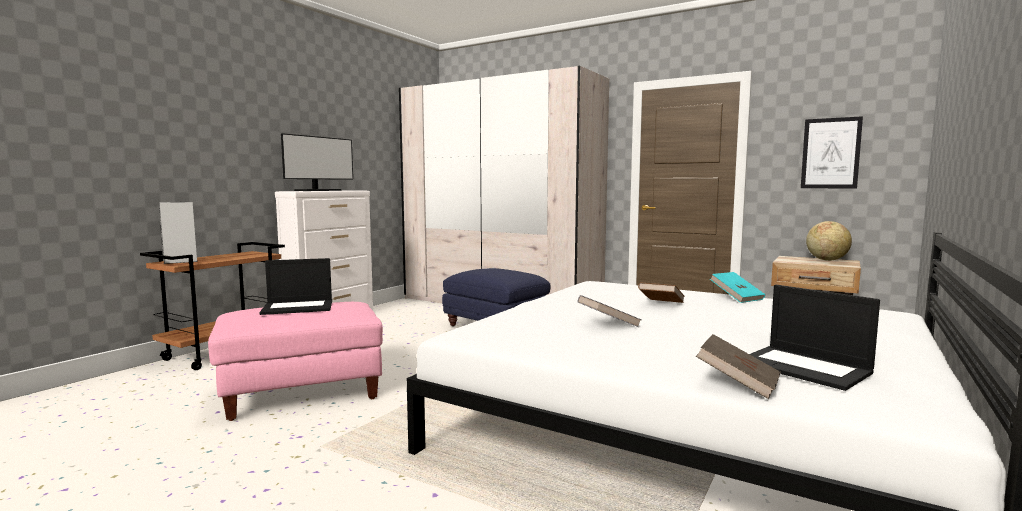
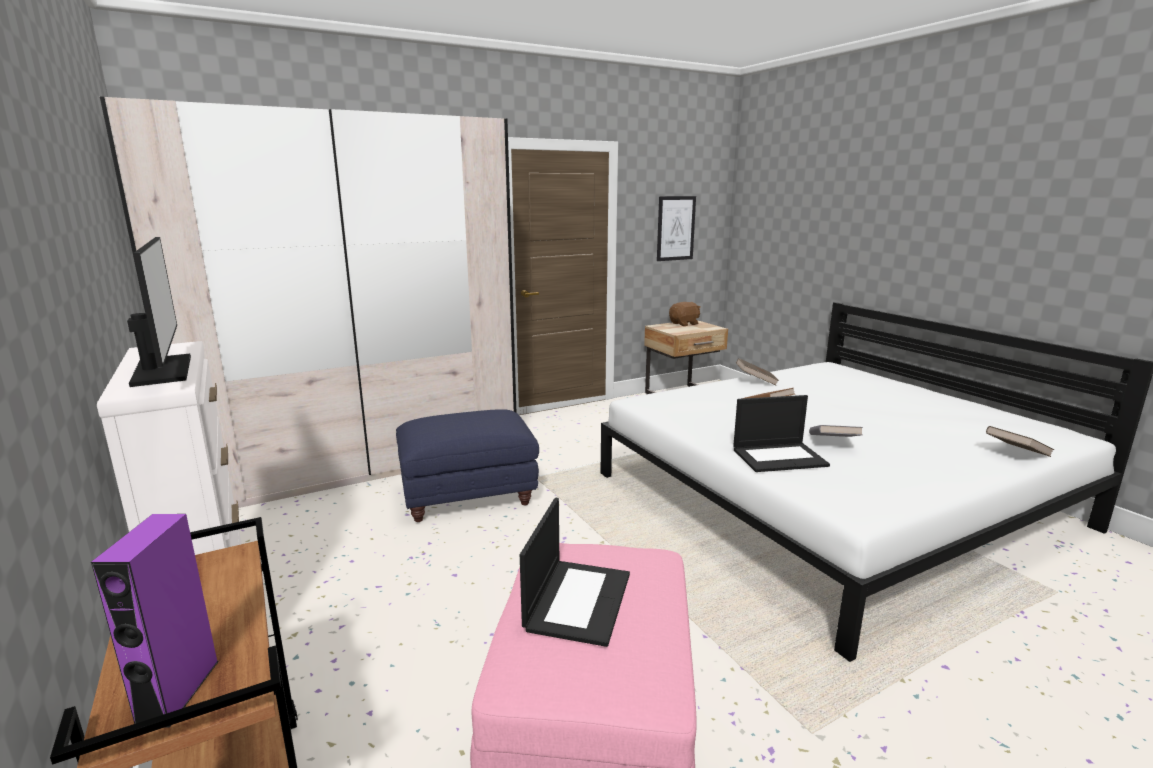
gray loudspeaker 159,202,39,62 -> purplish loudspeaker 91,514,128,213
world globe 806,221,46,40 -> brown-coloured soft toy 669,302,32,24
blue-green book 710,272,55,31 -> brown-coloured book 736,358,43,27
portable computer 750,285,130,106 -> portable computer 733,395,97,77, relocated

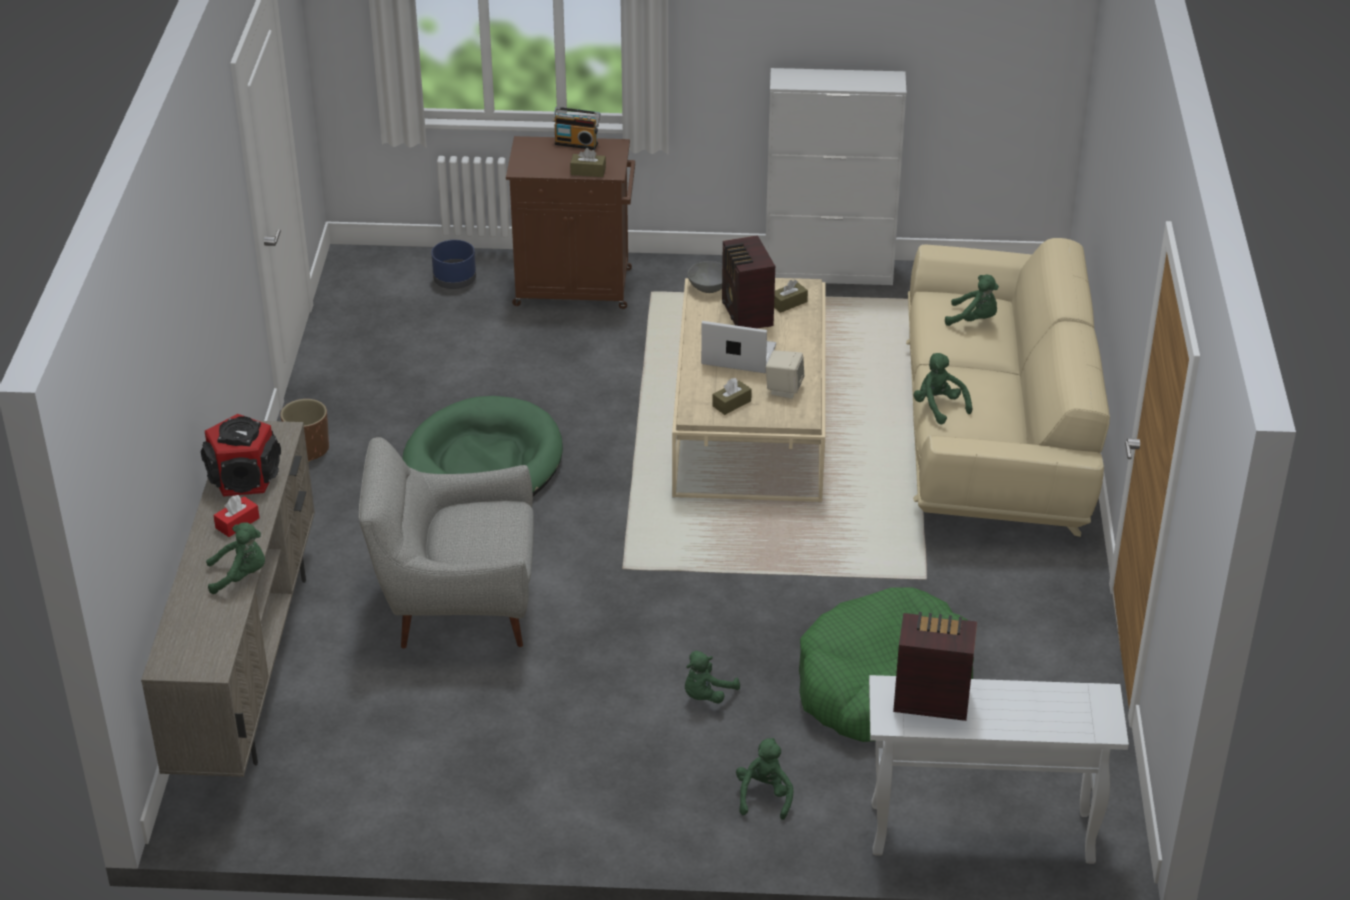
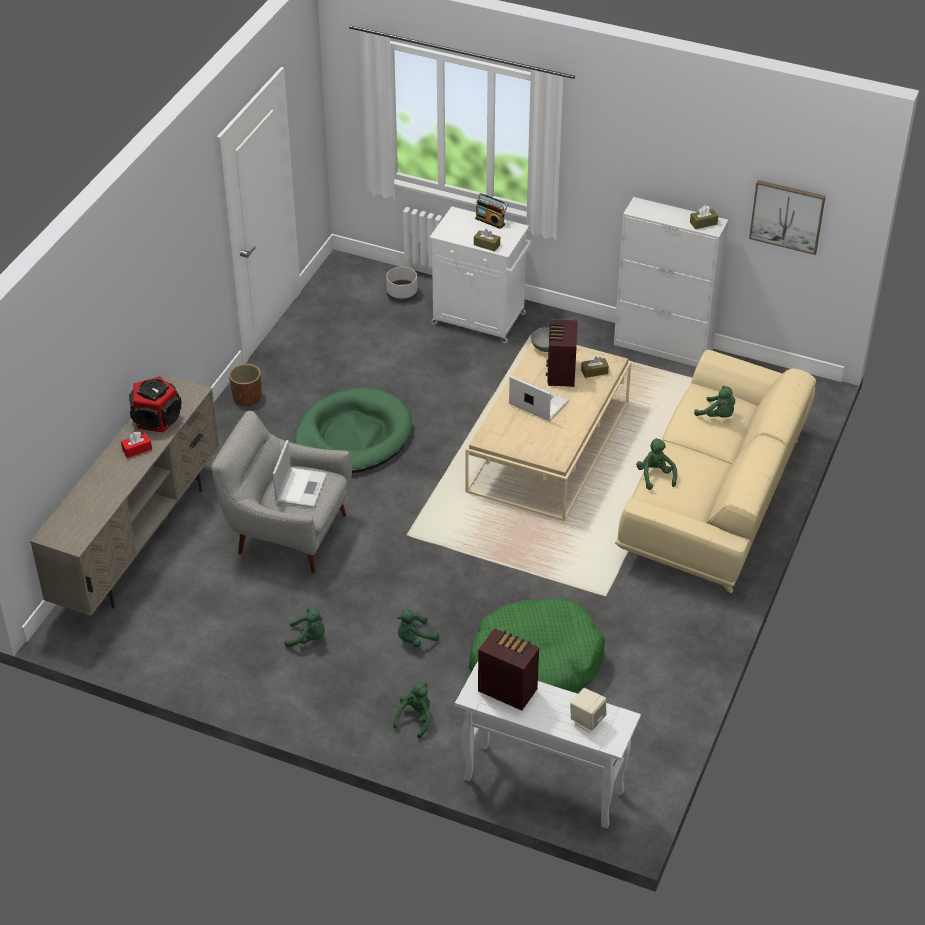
brown-coloured cupboard 506,136,129,173 -> white cupboard 429,207,103,137
blue-coloured planter 431,240,45,49 -> gray planter 386,267,31,36
sand-coloured loudspeaker 766,350,38,49 -> sand-coloured loudspeaker 570,688,36,44, relocated
brown-coloured tissue box 712,378,40,37 -> brown-coloured tissue box 690,205,28,24, relocated
green soft toy 206,522,59,72 -> green soft toy 285,608,40,39, relocated
none -> wall art 749,180,77,75
none -> portable computer 273,440,54,68

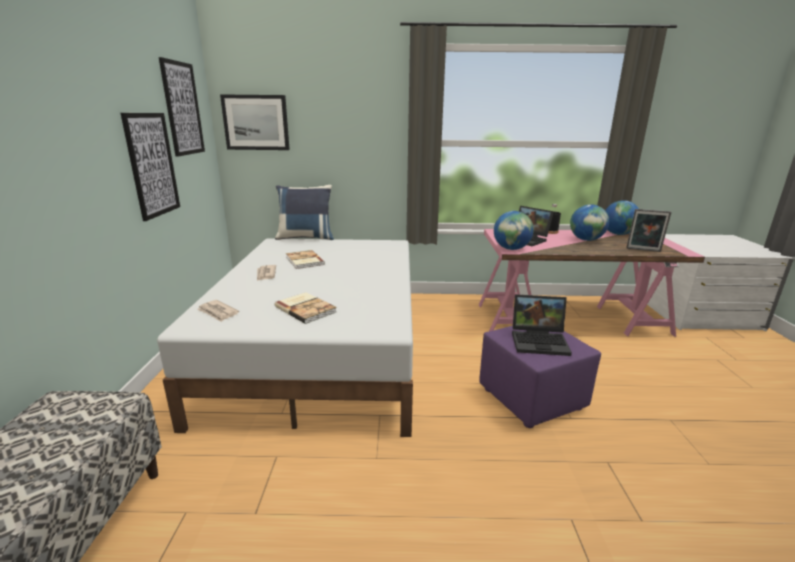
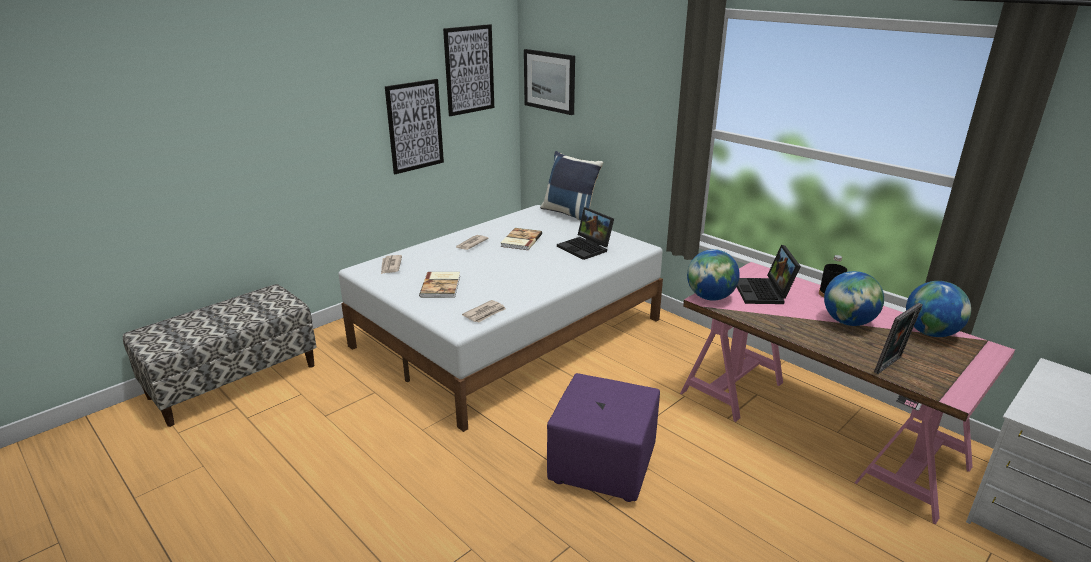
standing frame 626,209,45,43 -> standing frame 874,303,49,71, 105 degrees counterclockwise
portable computer 512,294,60,62 -> portable computer 557,207,57,53, relocated
none -> newspaper 462,300,44,23

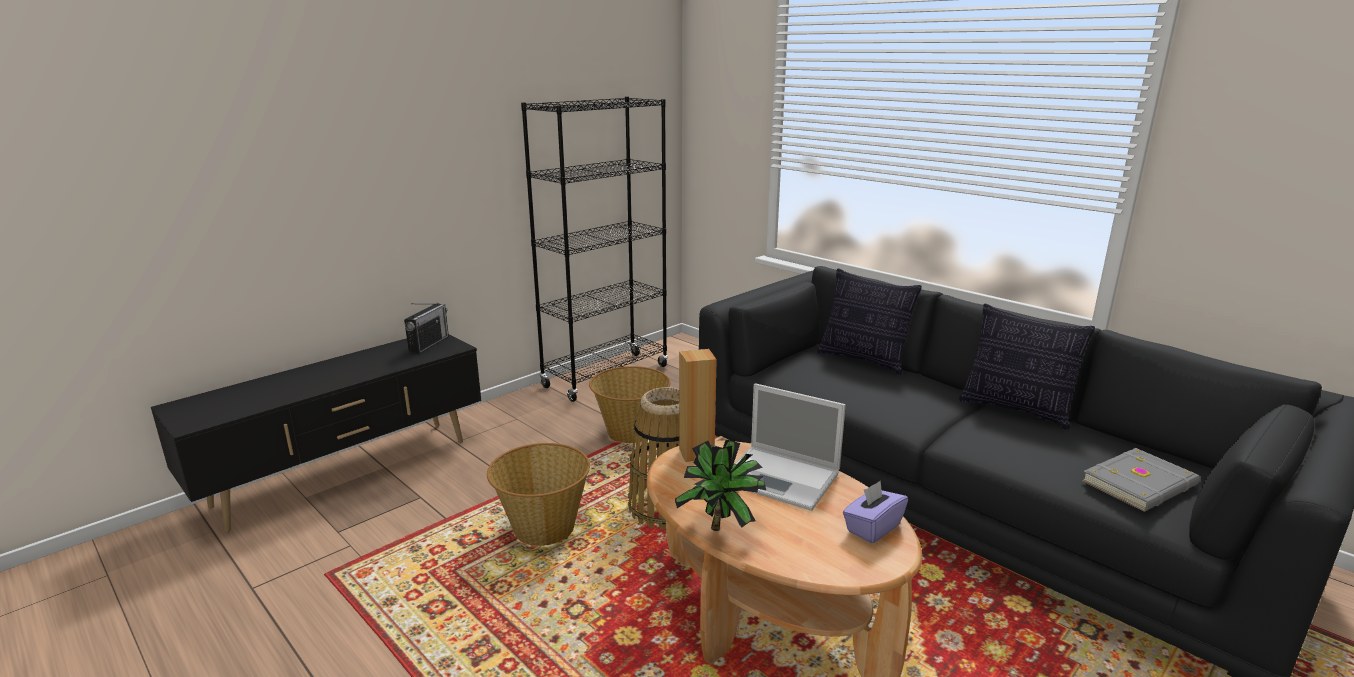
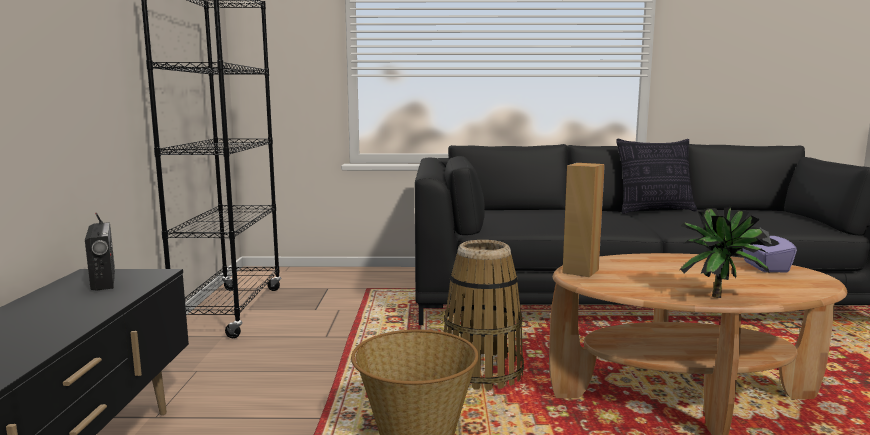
throw pillow 817,268,105,107 -> none
storage basket 589,366,81,77 -> none
portable computer 735,383,111,128 -> none
gray book 1082,448,118,64 -> none

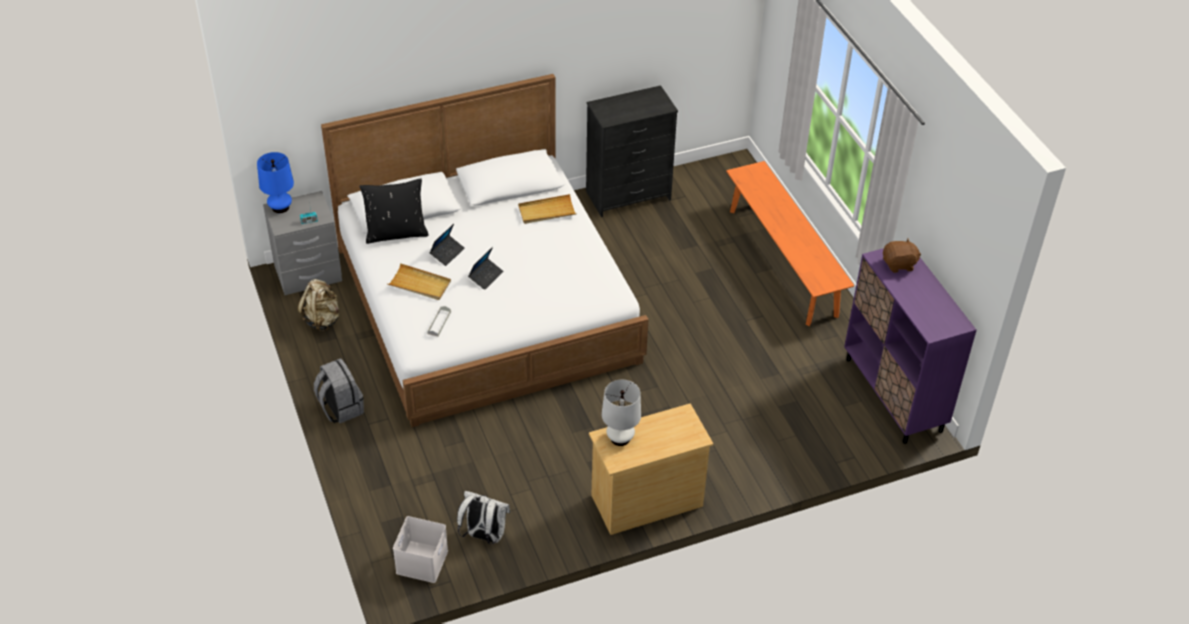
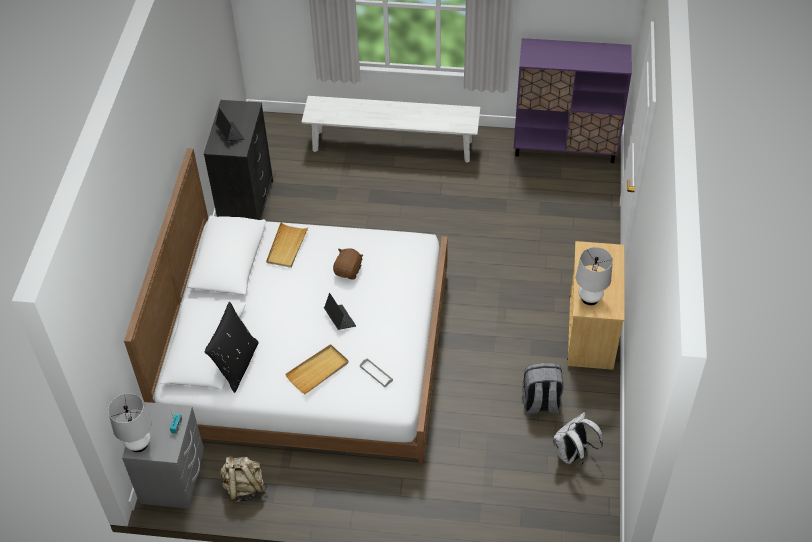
blue-coloured tabletop lamp 257,152,37,61 -> white tabletop lamp 108,393,43,59
orange long seat 726,161,128,165 -> white long seat 301,96,179,66
portable computer 429,224,36,42 -> portable computer 215,108,29,33, relocated
brown-coloured soft toy 883,238,38,35 -> brown-coloured soft toy 333,248,30,31, relocated
gray backpack 314,358,50,65 -> gray backpack 522,363,42,52, relocated
white storage bin 393,516,55,67 -> none

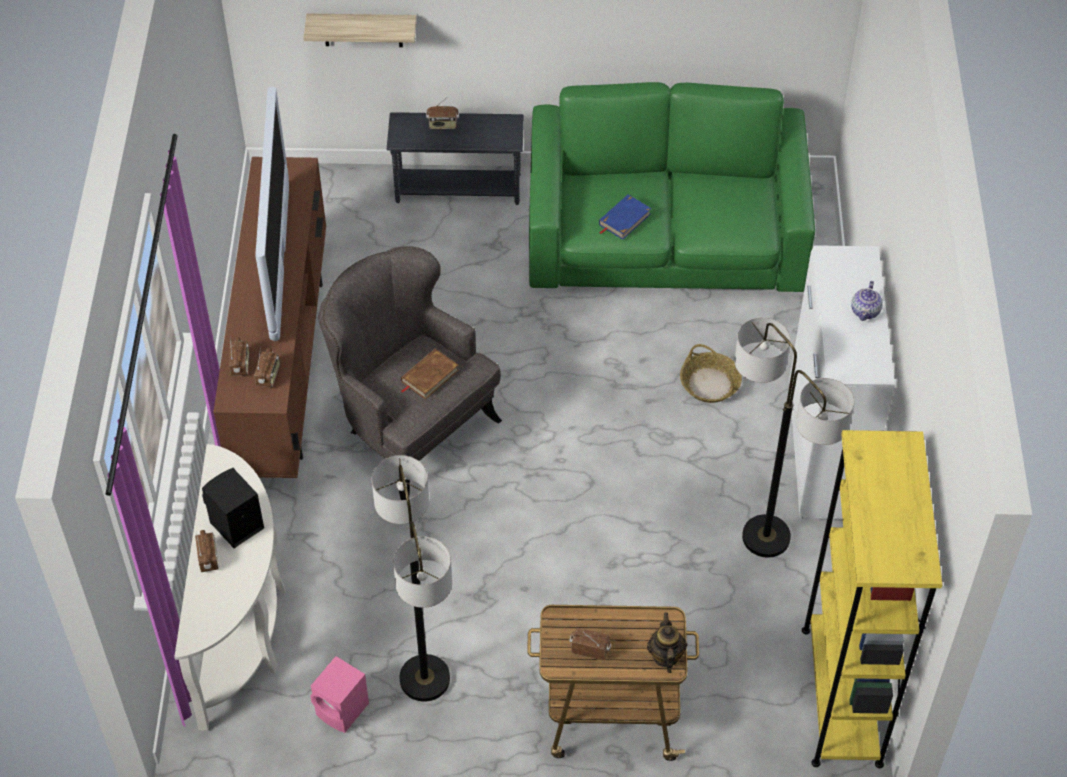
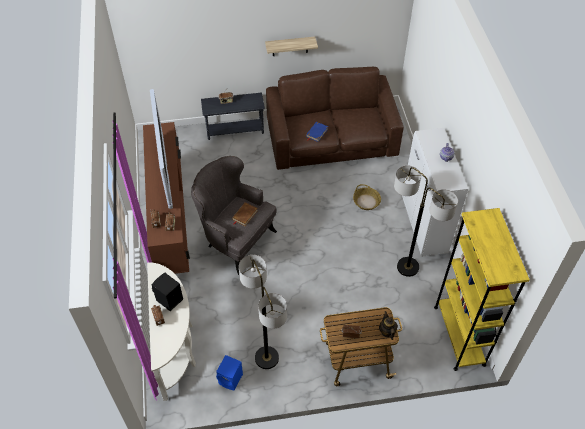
shelf 303,14,114,33 -> shelf 265,36,53,20, relocated
green sofa 529,82,286,210 -> brown-coloured sofa 266,67,138,103
pink loudspeaker 310,656,59,77 -> blue-coloured loudspeaker 216,355,27,35

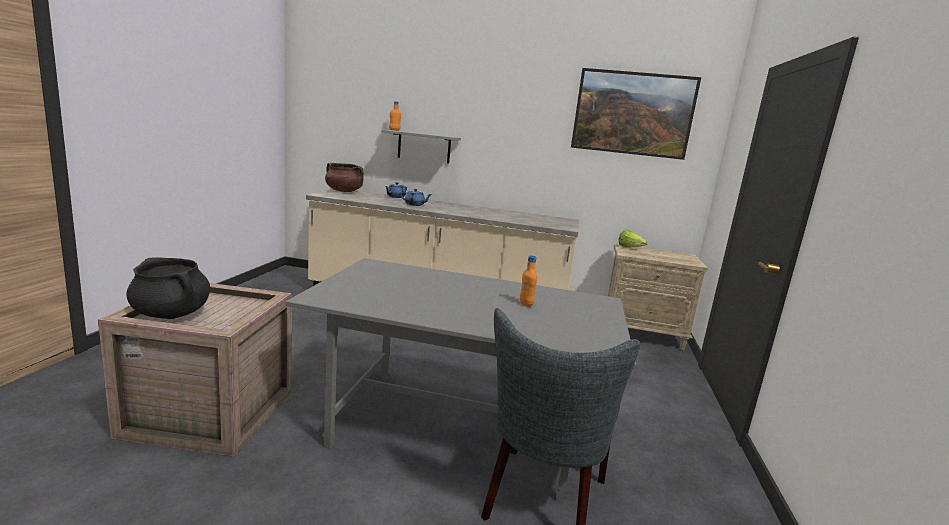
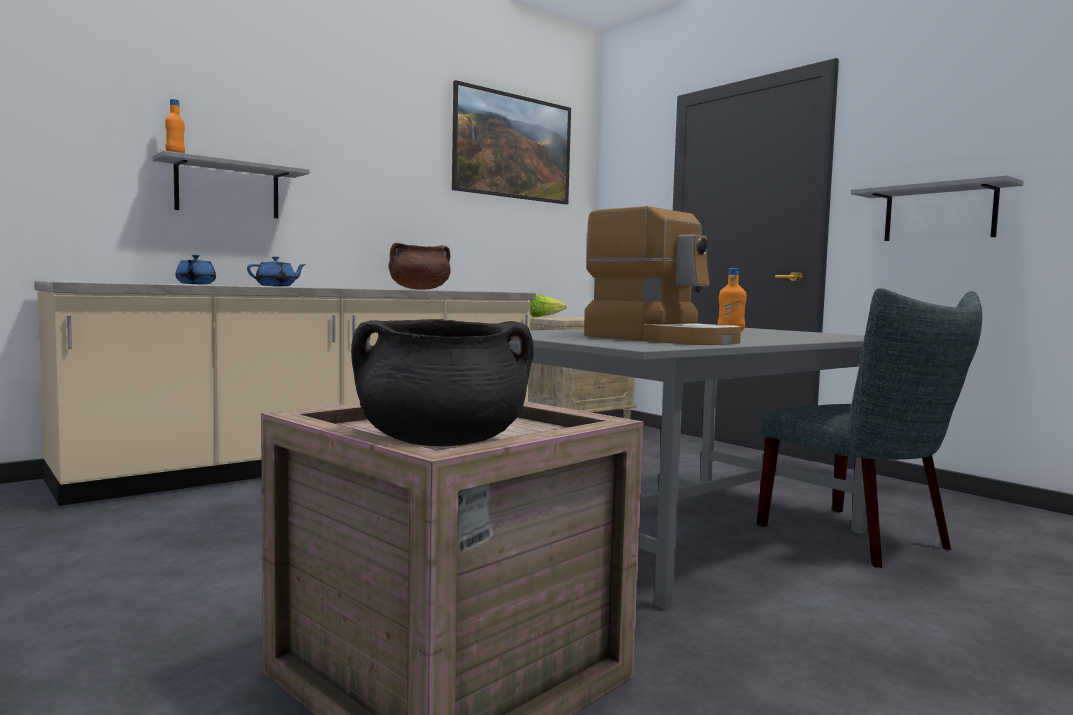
brown-coloured cooking pot 325,163,39,29 -> brown-coloured cooking pot 389,243,62,47, relocated
none -> gray shelf 851,175,172,66
none -> coffee machine 584,206,157,139

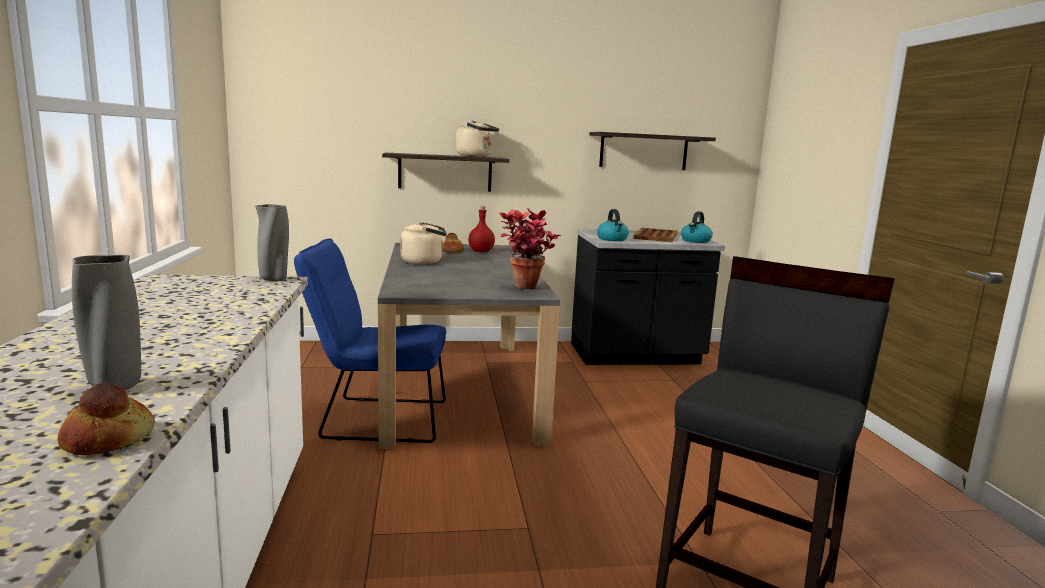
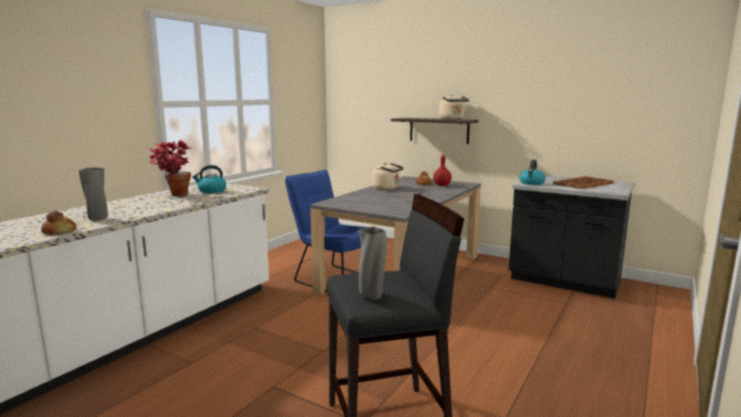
shelf 589,132,127,38 -> none
gray flower vase 255,204,34,77 -> gray flower vase 358,227,29,73, relocated
houseplant 499,208,62,81 -> houseplant 149,140,43,56, relocated
tea kettle 681,211,32,32 -> tea kettle 192,165,34,28, relocated

